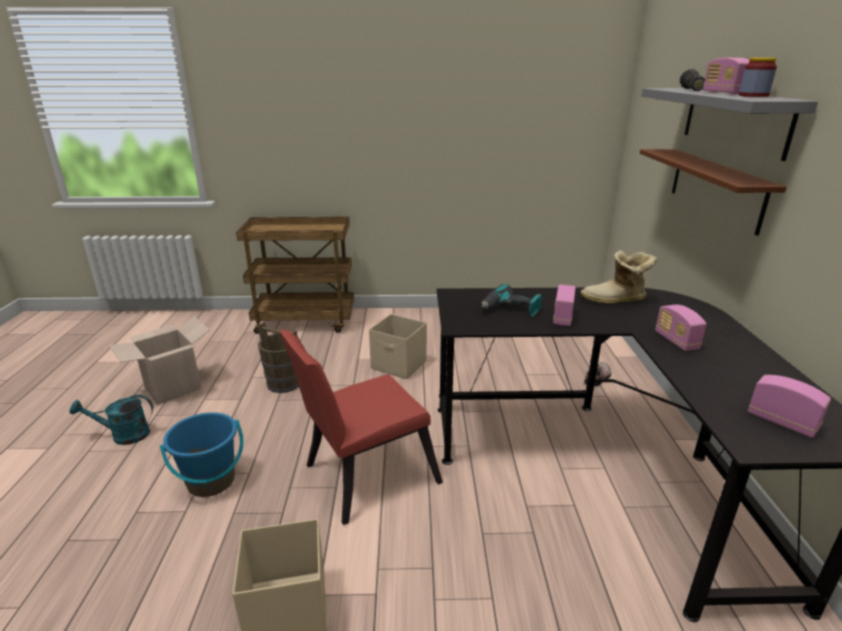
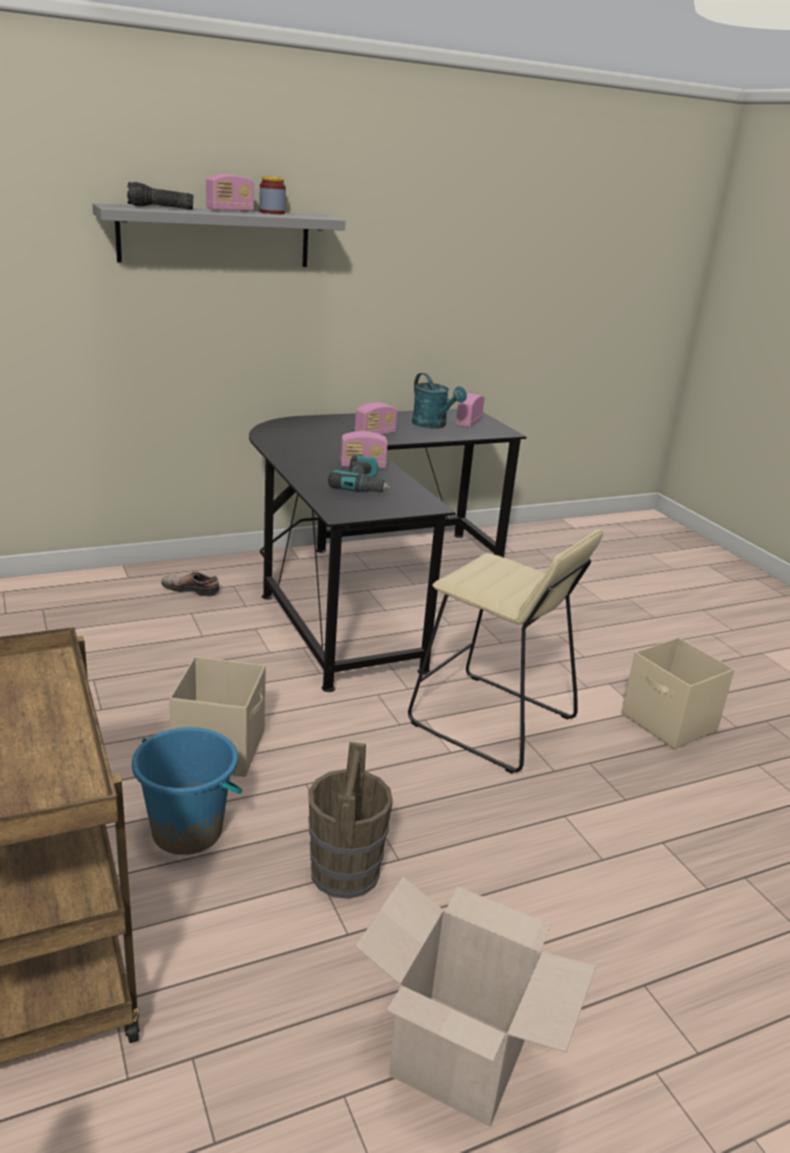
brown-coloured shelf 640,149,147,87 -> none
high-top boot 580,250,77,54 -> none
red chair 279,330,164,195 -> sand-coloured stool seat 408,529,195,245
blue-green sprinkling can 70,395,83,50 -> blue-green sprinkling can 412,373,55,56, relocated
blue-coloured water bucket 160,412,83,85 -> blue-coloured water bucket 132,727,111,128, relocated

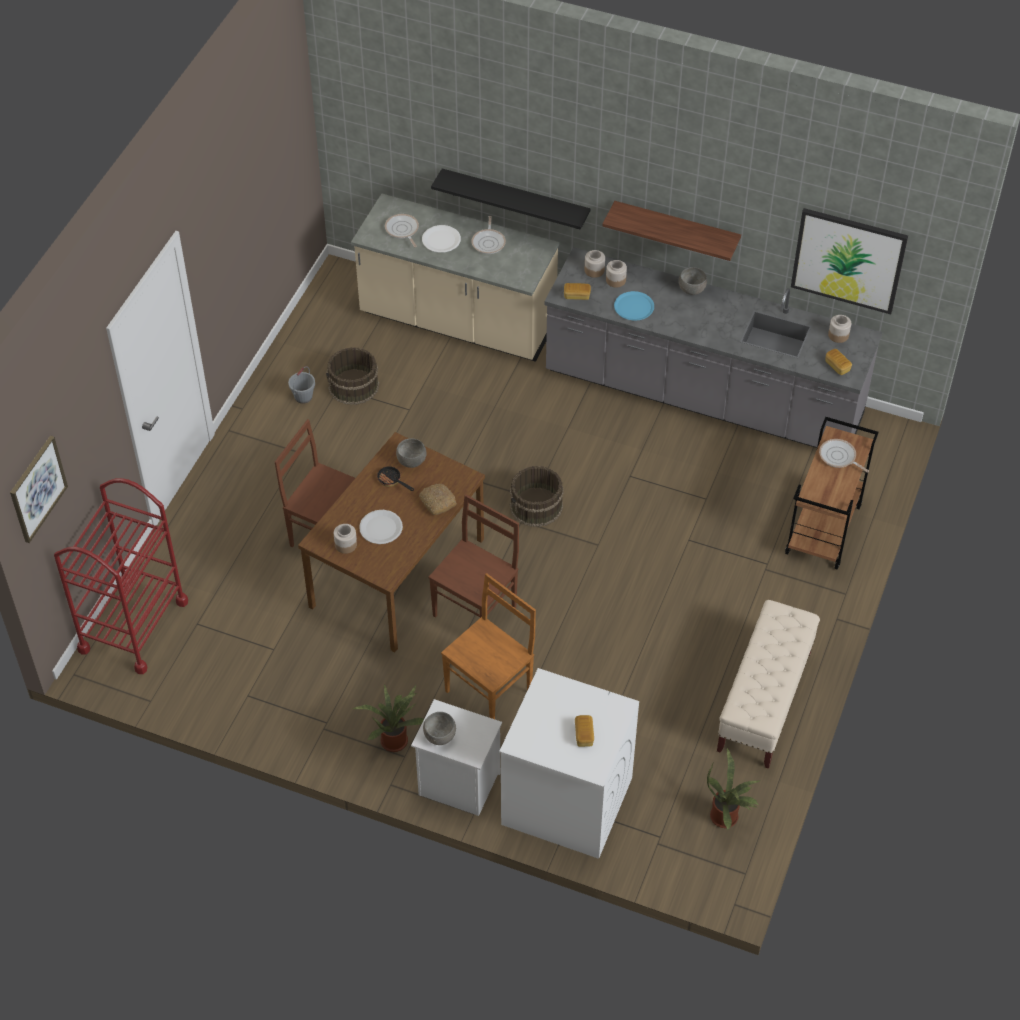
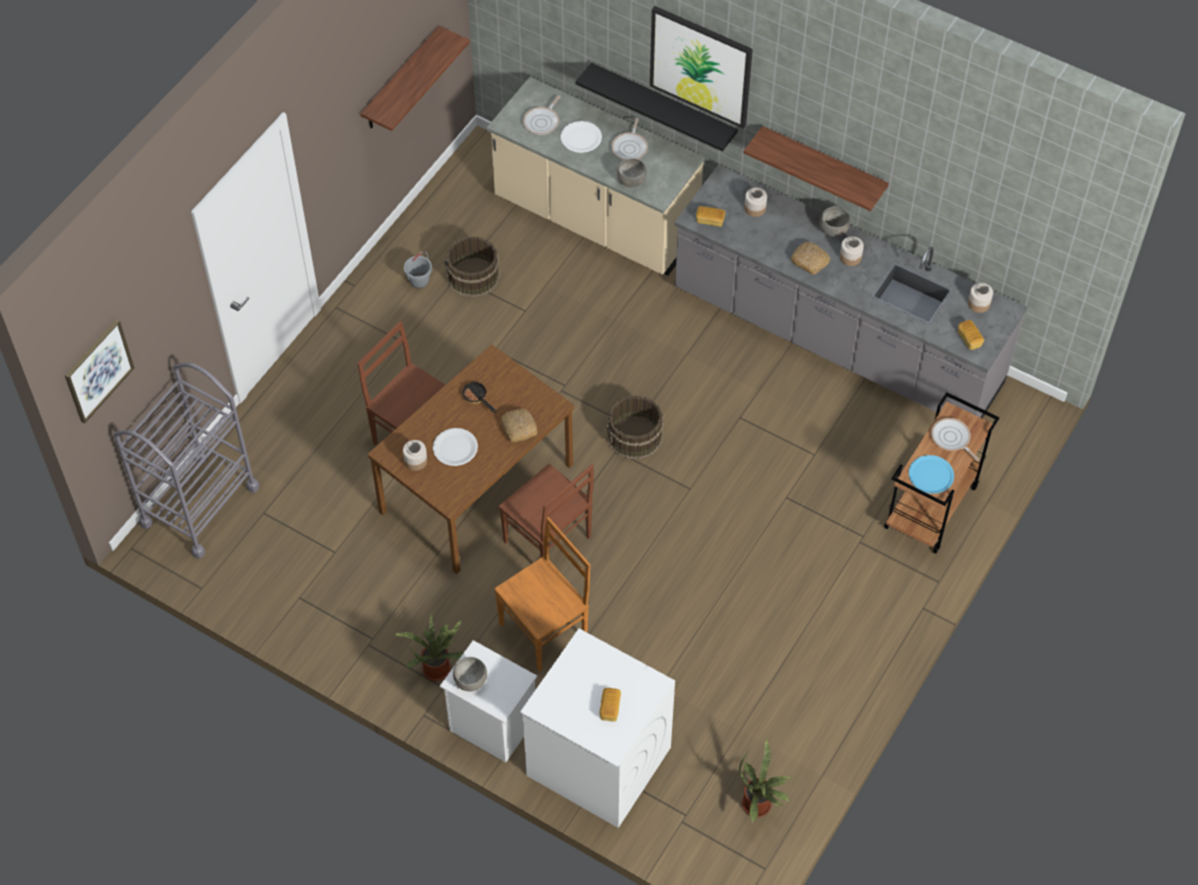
wall art 791,208,117,106 -> wall art 650,6,103,123, relocated
frying pan 385,214,34,33 -> frying pan 523,95,38,40, 135 degrees counterclockwise
preserve jar 585,250,20,28 -> preserve jar 840,236,24,30, relocated
blue-coloured flat dish 614,291,40,29 -> blue-coloured flat dish 909,455,45,39, relocated
gray deep dish 396,438,31,30 -> gray deep dish 617,158,30,30, relocated
red wheeled cart 54,478,134,196 -> gray wheeled cart 114,362,146,197
brown-coloured chair 428,494,91,124 -> brown-coloured chair 499,464,95,94, 90 degrees clockwise
sand-coloured long seat 717,600,103,169 -> none
none -> shelf 360,26,110,105
none -> baked bread 791,242,39,33

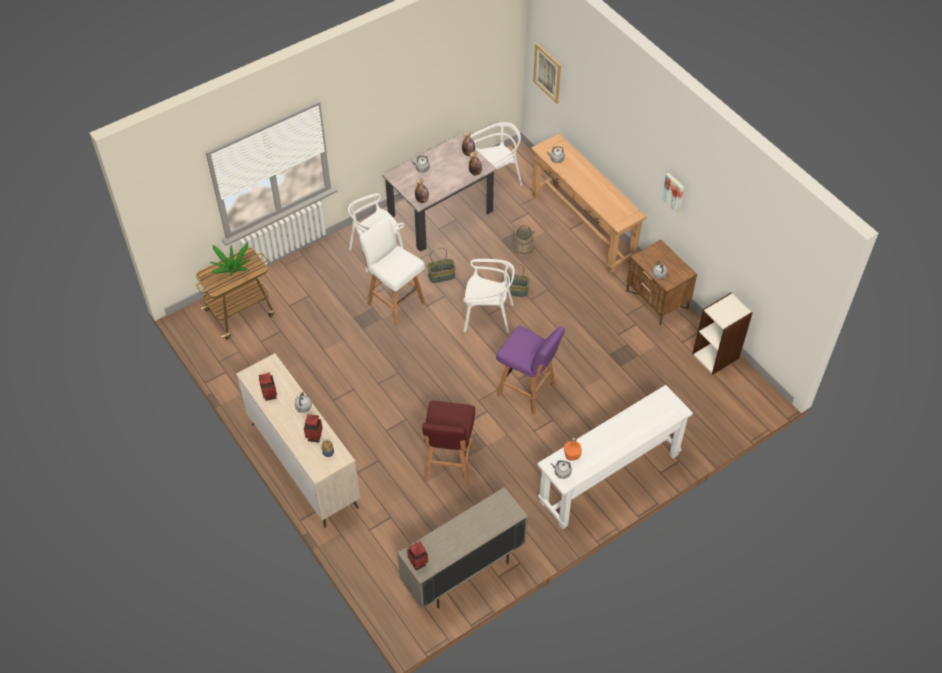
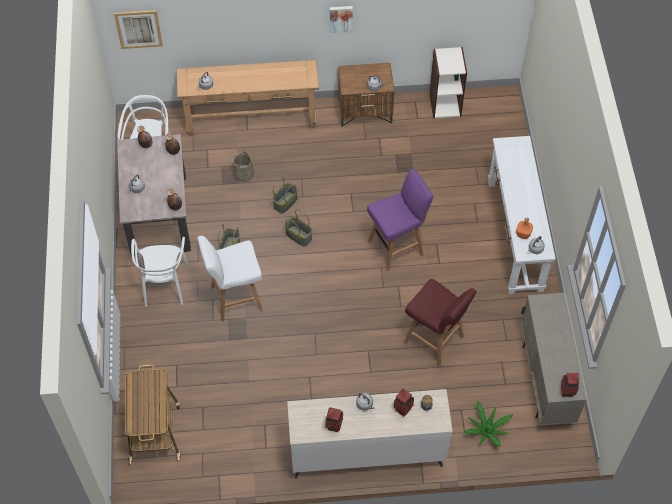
houseplant 210,243,41,33 -> houseplant 465,401,48,46, relocated
white chair 463,259,52,74 -> storage basket 285,209,27,38

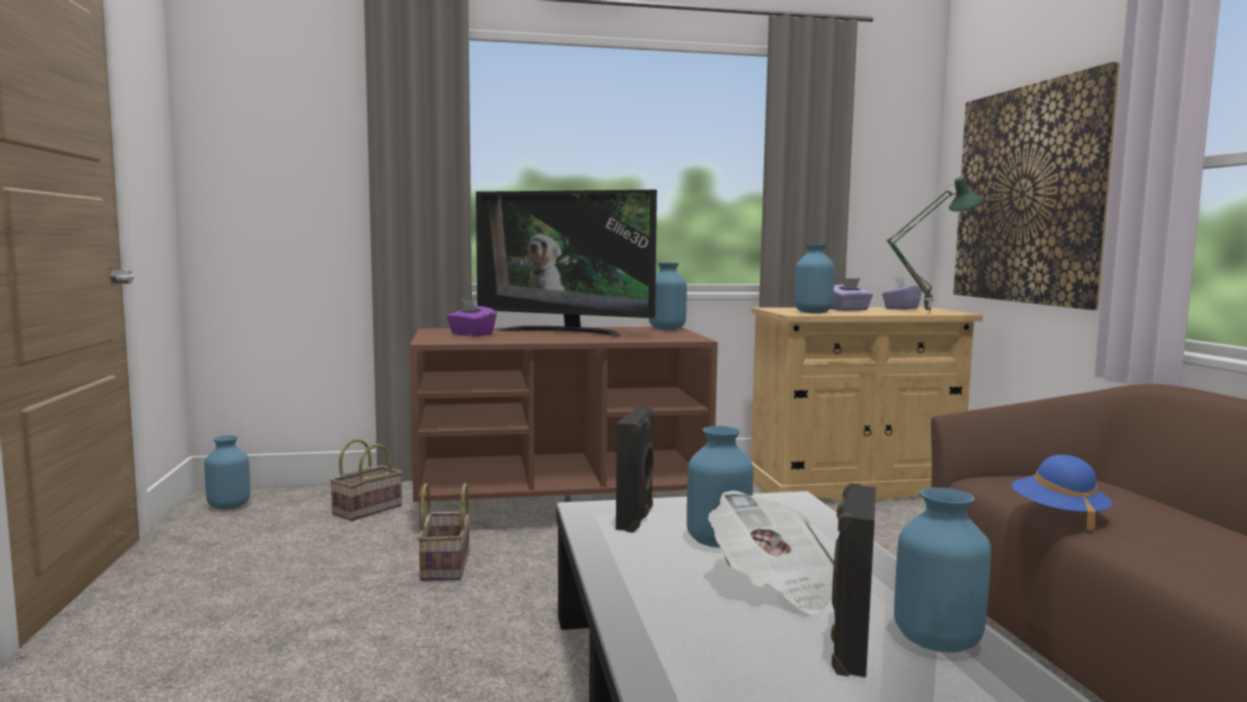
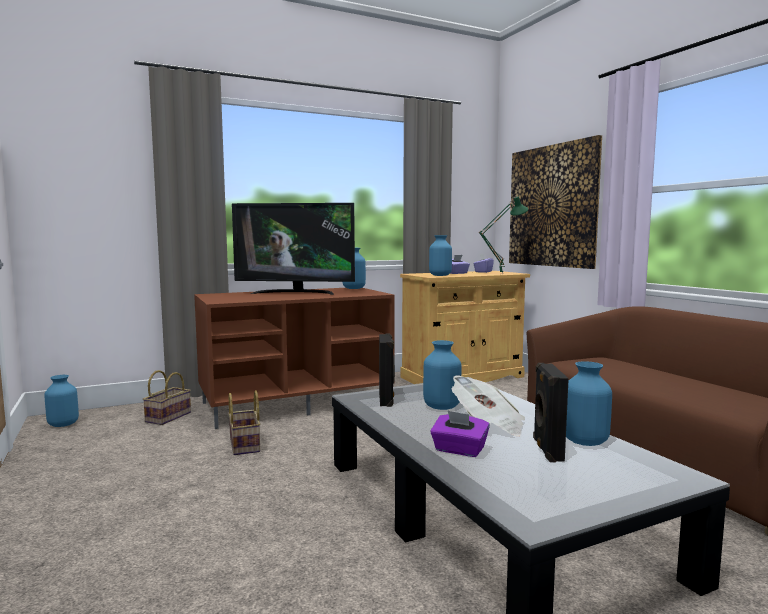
purplish tissue box 447,298,50,38 -> purplish tissue box 430,411,60,46, relocated
blue-coloured hat 1012,455,101,76 -> none

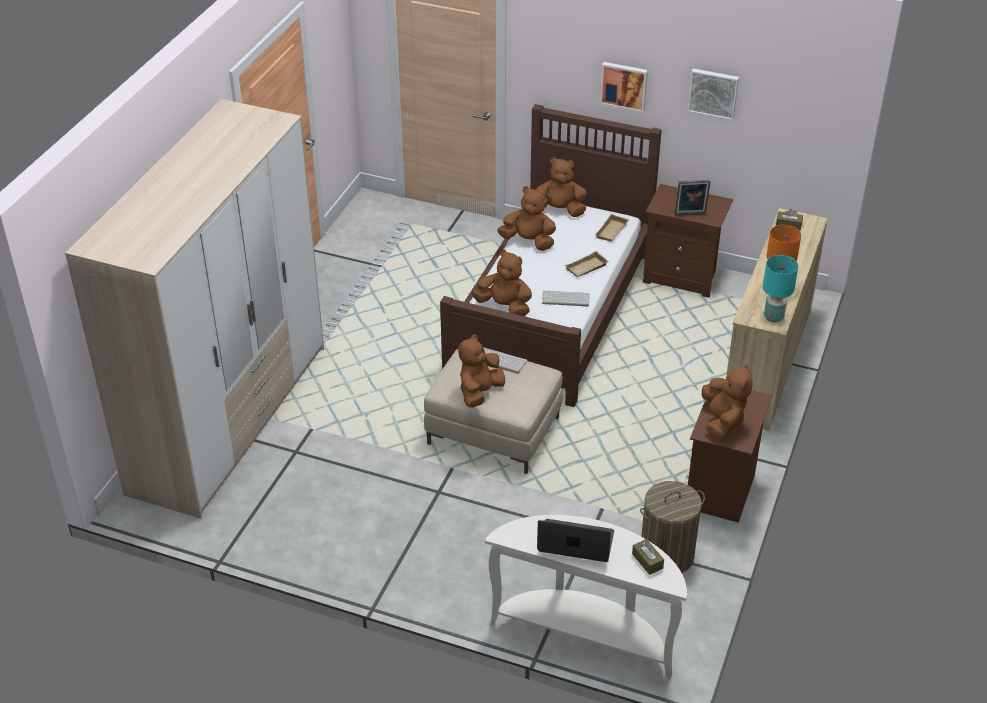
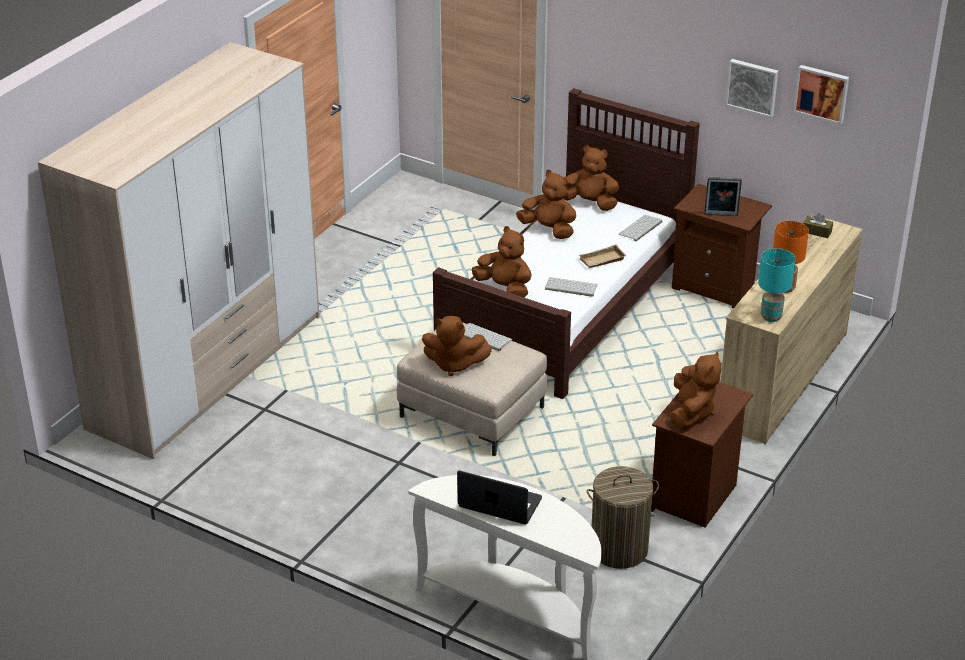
wall art 600,62,48,50 -> wall art 793,65,56,60, relocated
sand-coloured serving tray 595,214,34,28 -> computer keyboard 618,215,45,27
brown-coloured soft toy 458,334,47,74 -> brown-coloured soft toy 422,316,70,60, 120 degrees counterclockwise
brown-coloured tissue box 632,539,32,36 -> none

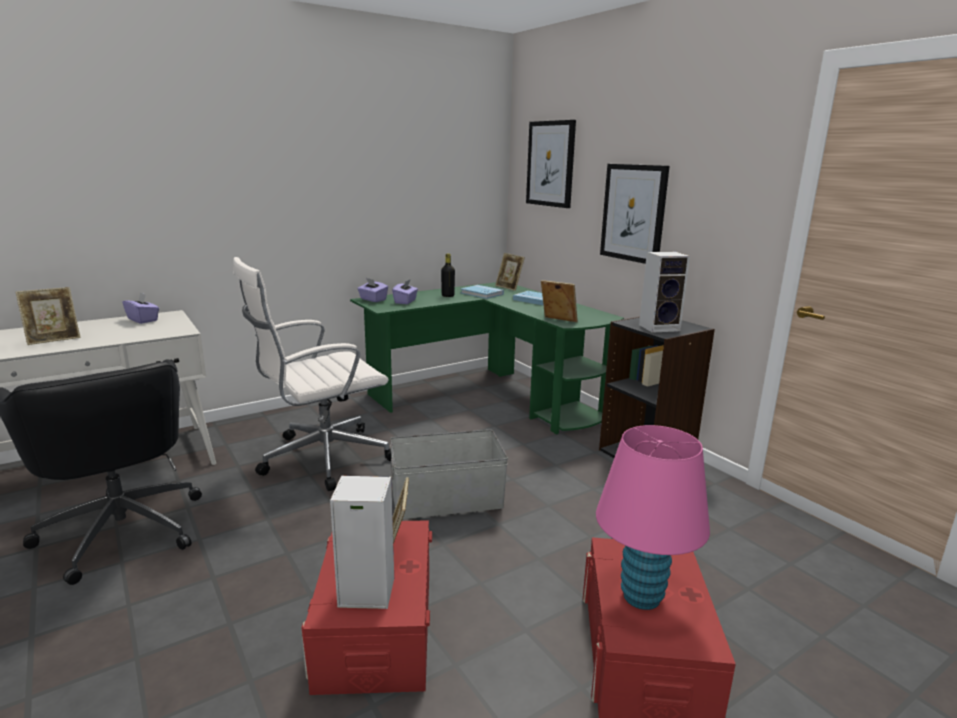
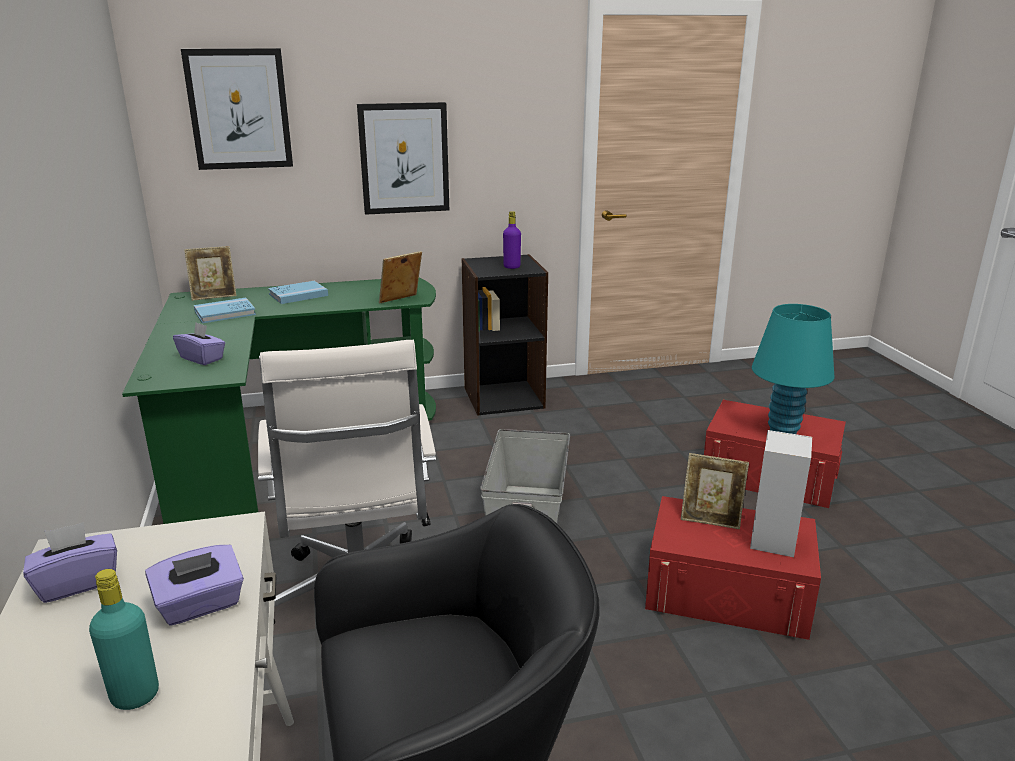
loudspeaker 639,252,51,81 -> purplish drink bottle 503,211,18,58
blackish drink bottle 441,254,14,43 -> none
purplish tissue box 357,278,31,24 -> purplish tissue box 145,545,99,81, relocated
standing frame 15,287,66,58 -> blue-green drink bottle 89,569,70,141
pink tabletop lamp 596,425,114,185 -> blue-green tabletop lamp 752,304,82,130

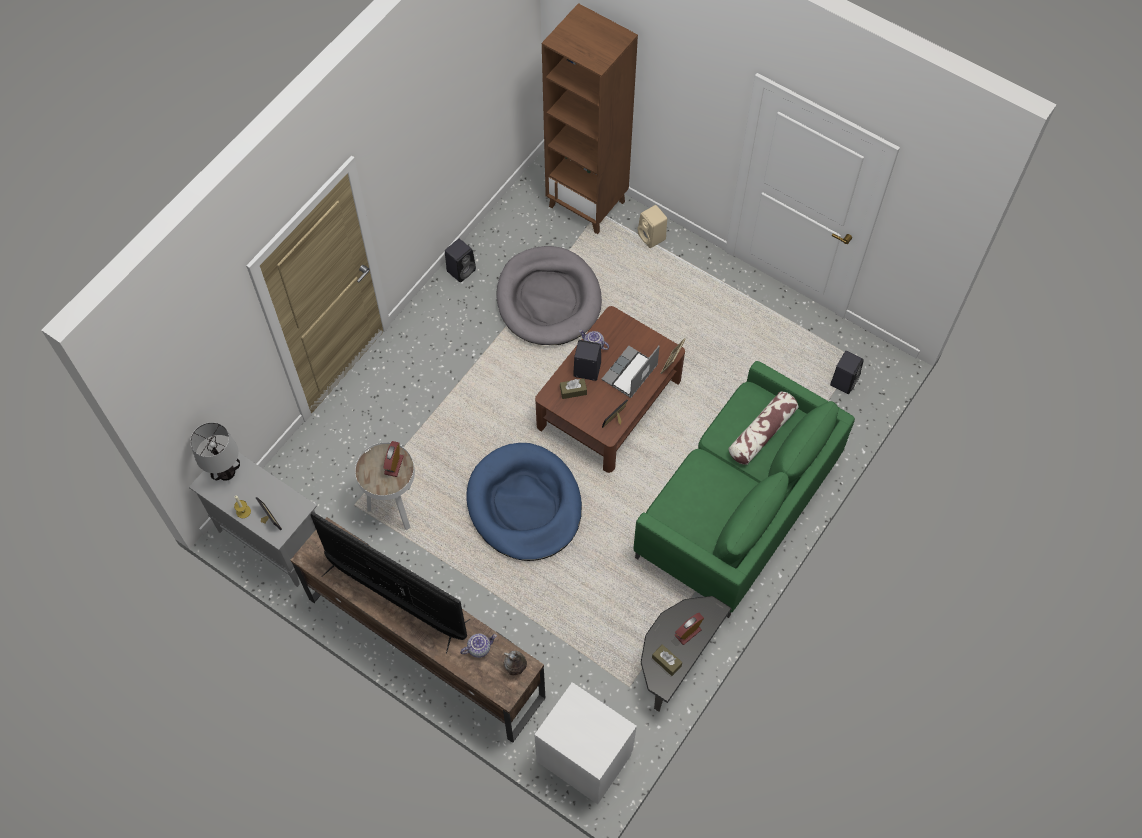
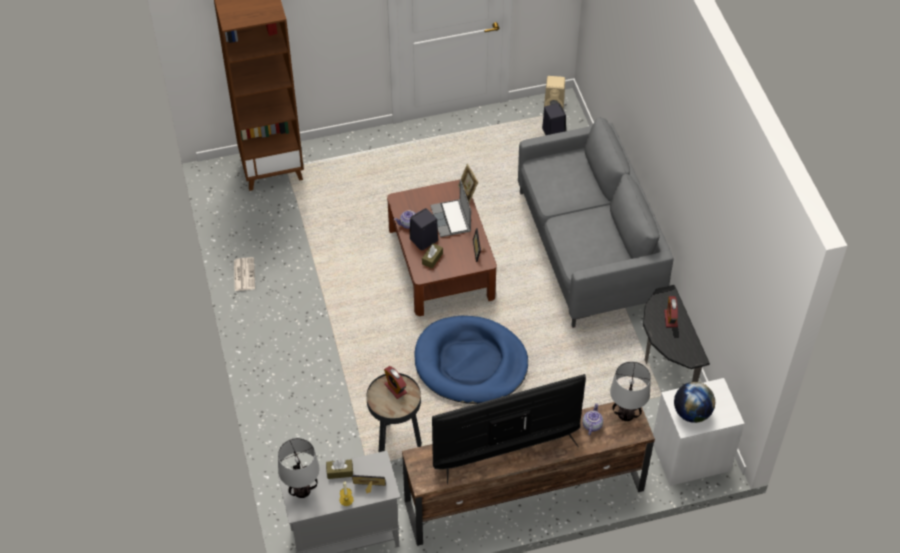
sand-coloured loudspeaker 638,205,29,43 -> sand-coloured loudspeaker 544,76,21,33, relocated
blackish loudspeaker 445,239,31,43 -> newspaper 234,257,21,34
gray dog cushion 497,246,105,99 -> none
green sofa 633,361,222,257 -> gray sofa 518,117,155,211
throw pillow 729,392,69,73 -> none
white side table 355,442,60,88 -> blackish side table 366,373,56,79
brown-coloured tissue box 652,644,30,32 -> brown-coloured tissue box 326,459,27,20, relocated
flower vase 503,651,24,24 -> tabletop lamp 610,361,41,60
none -> world globe 674,382,41,41

